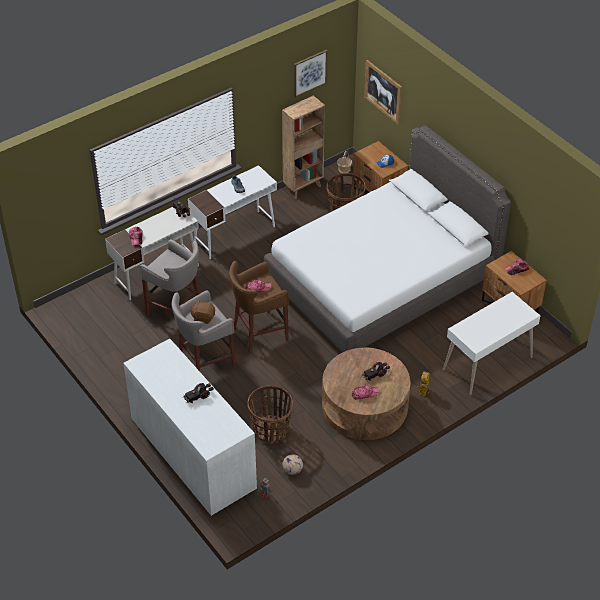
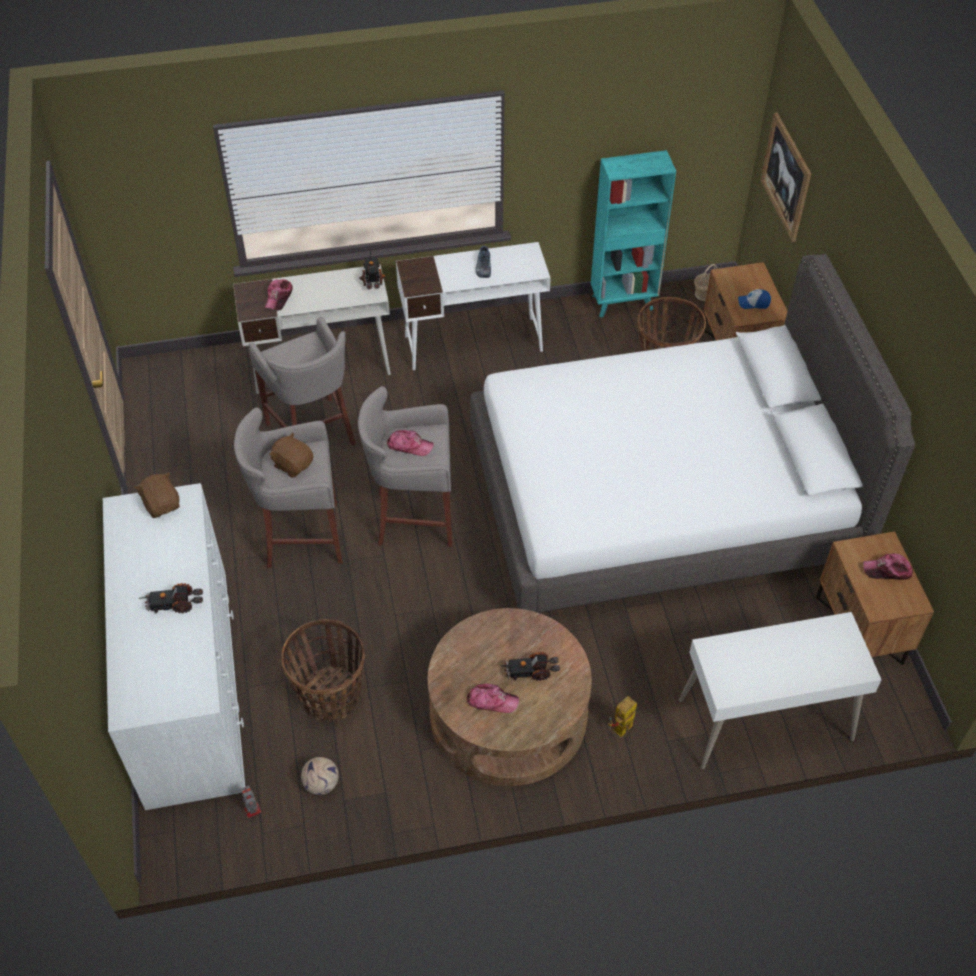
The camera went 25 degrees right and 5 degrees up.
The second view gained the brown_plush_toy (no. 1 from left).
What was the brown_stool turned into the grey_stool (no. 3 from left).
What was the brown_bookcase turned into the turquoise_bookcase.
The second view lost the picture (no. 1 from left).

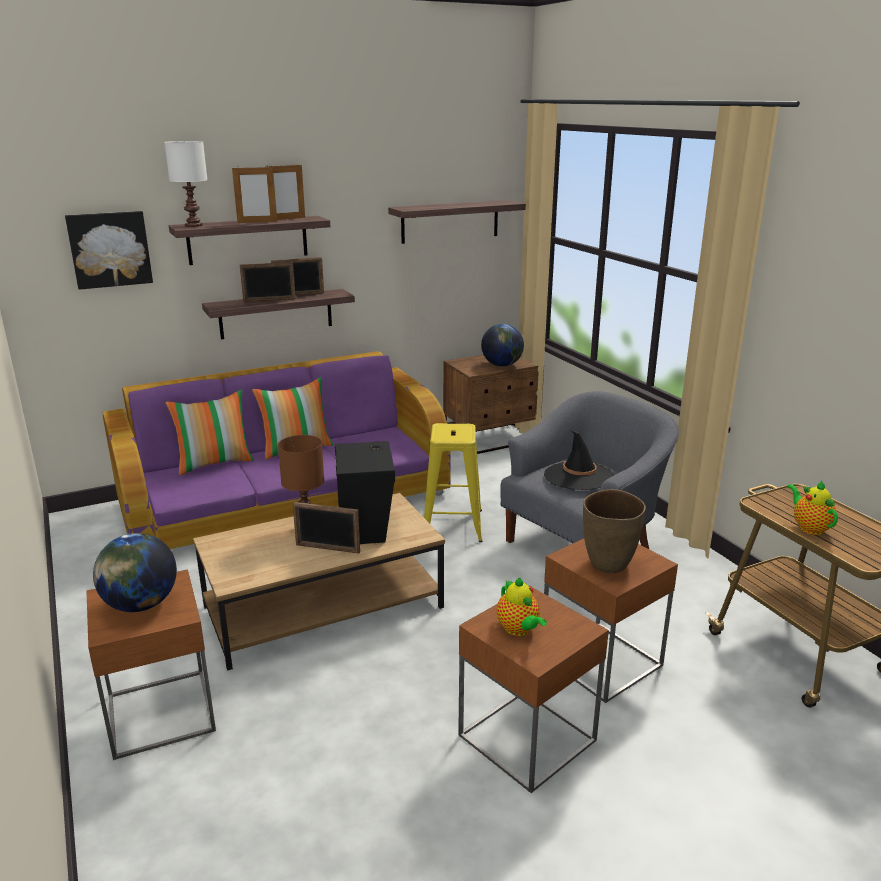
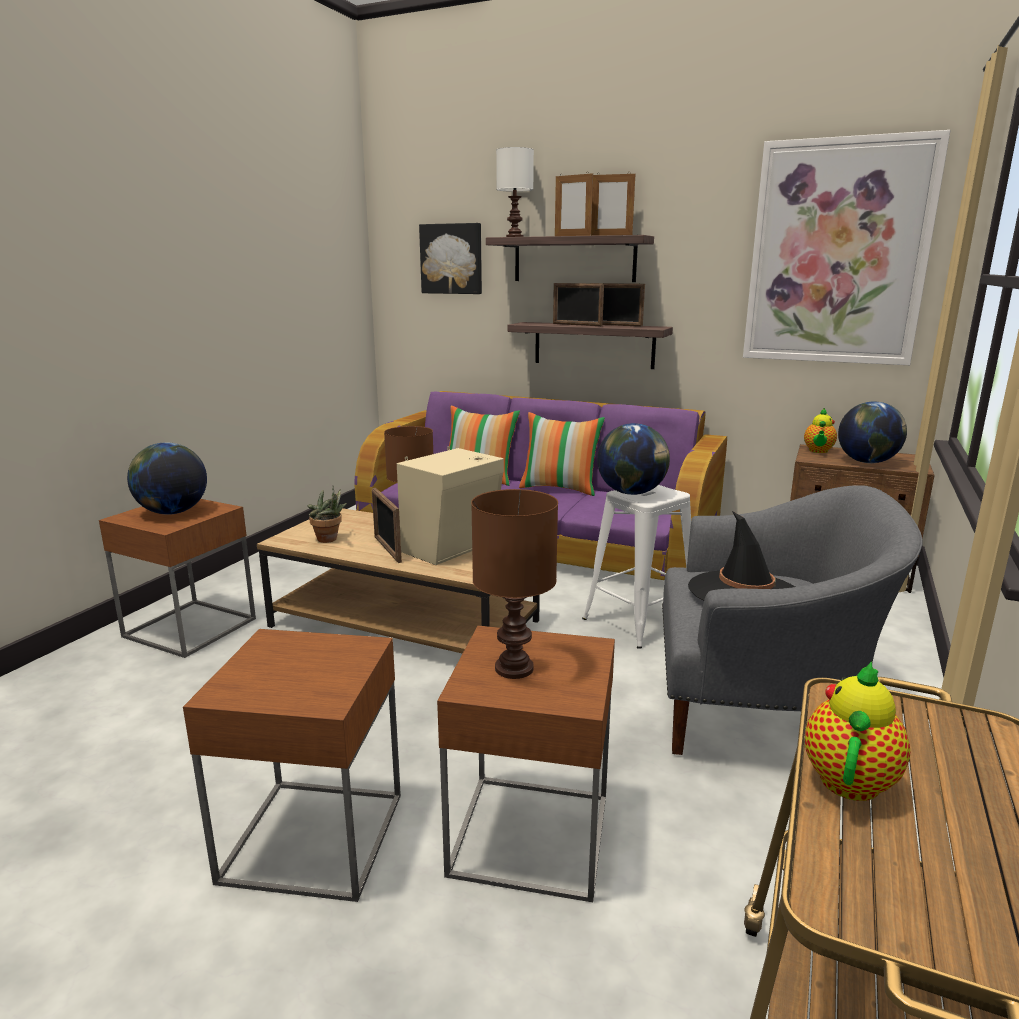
The camera went 50 degrees right and 5 degrees down.
The second view gained the potted_plant.
What was the black_speaker turned into the beige_speaker.
Where the brown_vase stood, the brown_table_lamp (no. 2 from left) came to stand.
What was the yellow_stool turned into the white_stool.
The second view gained the globe (no. 2 from left).
Where the shelf (no. 3 from left) hung, the picture (no. 2 from left) came to hang.
The teapot (no. 1 from left) ended up elsewhere.

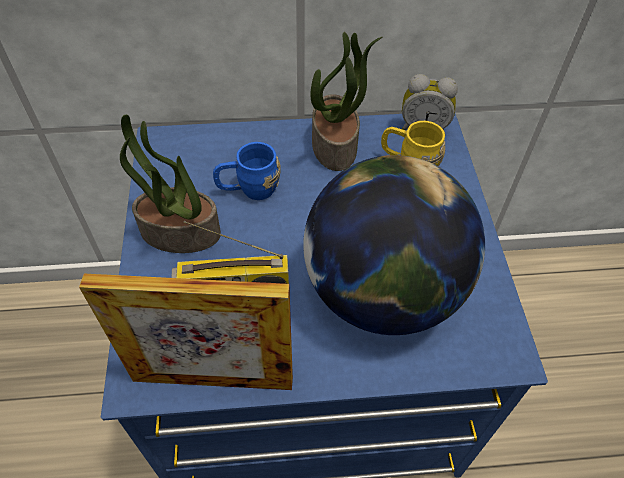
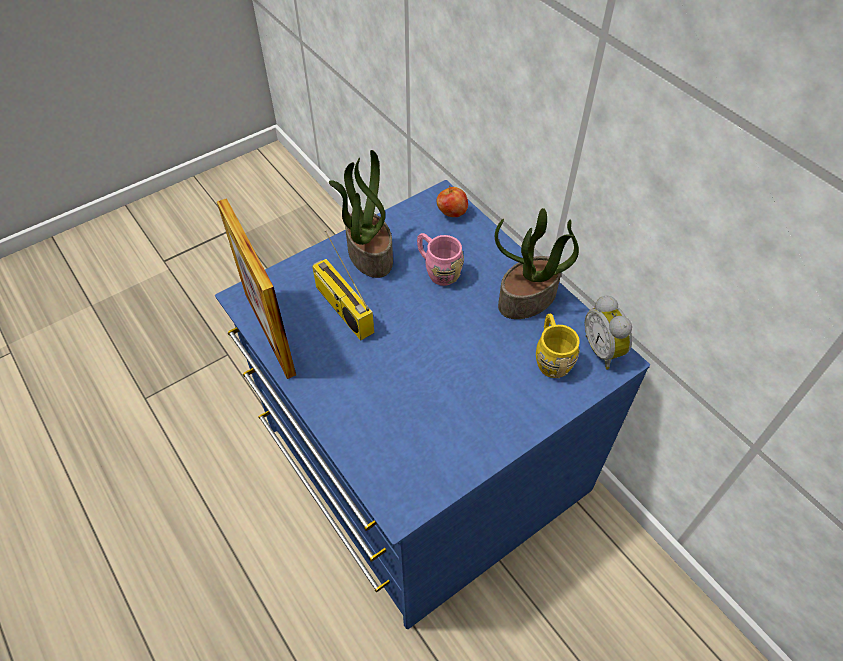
The camera went 60 degrees right and 0 degrees up.
What was the blue_mug turned into the pink_mug.
The second view gained the apple.
The second view lost the globe.

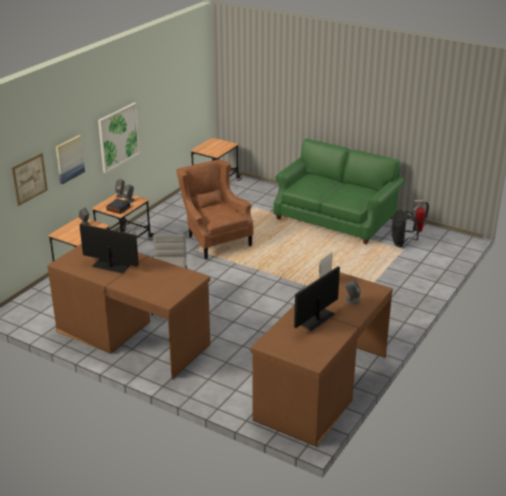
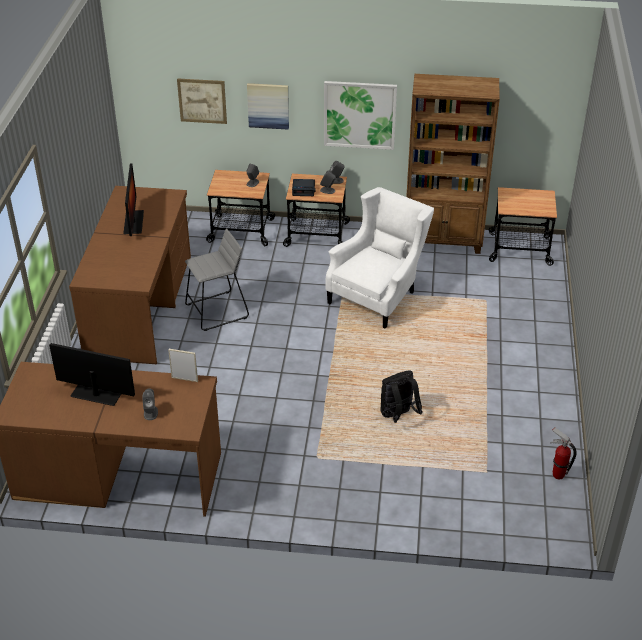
The camera went 65 degrees right and 10 degrees up.
What was the brown_armchair turned into the white_armchair.
The black_backpack ended up elsewhere.
The second view gained the brown_bookcase.
The second view lost the green_sofa.

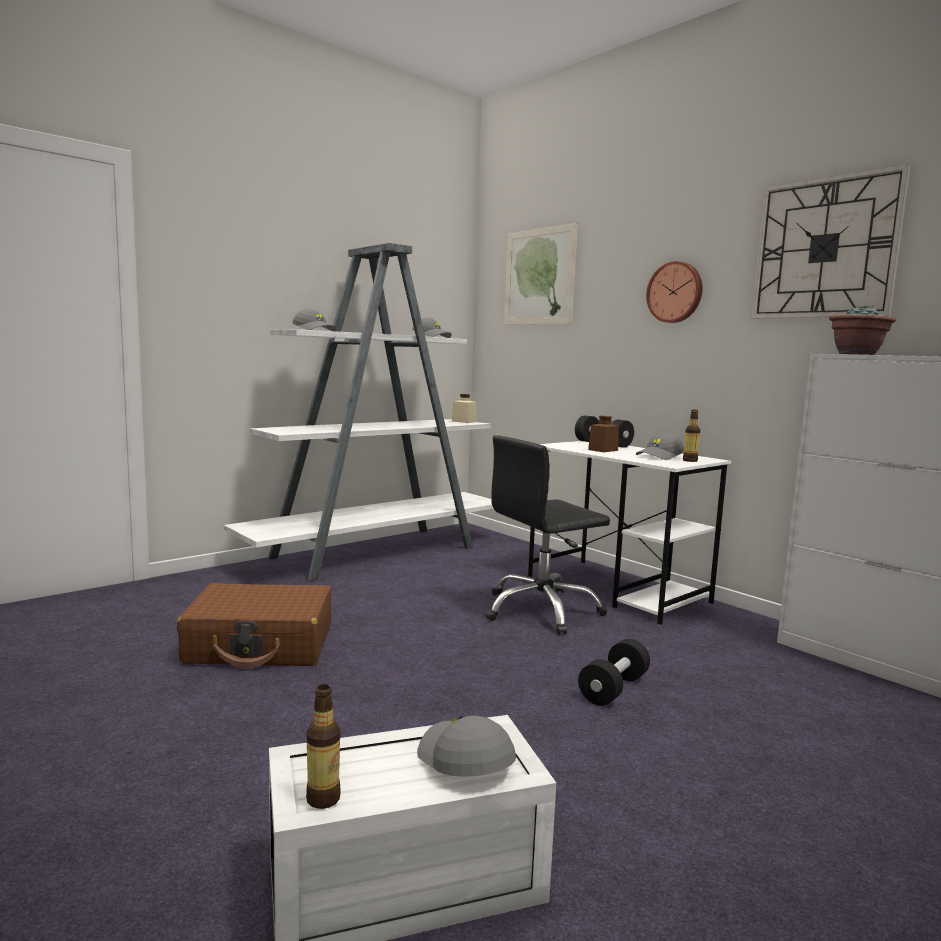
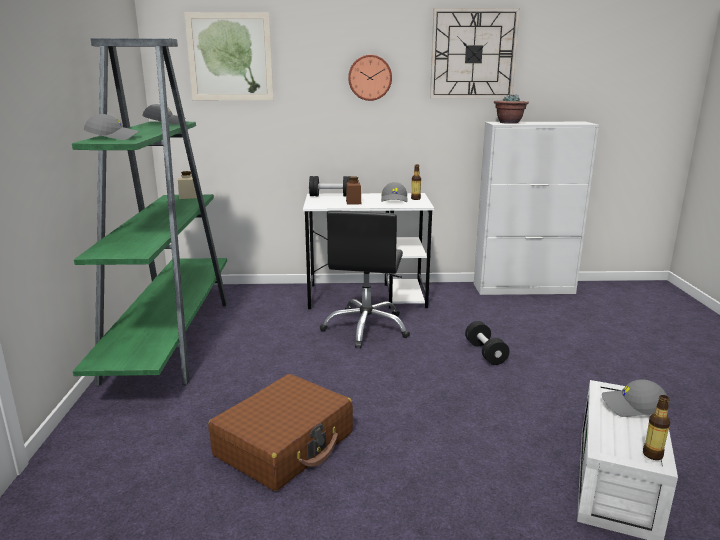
The camera went 50 degrees left and 10 degrees up.
What was the white_bookcase turned into the green_bookcase.

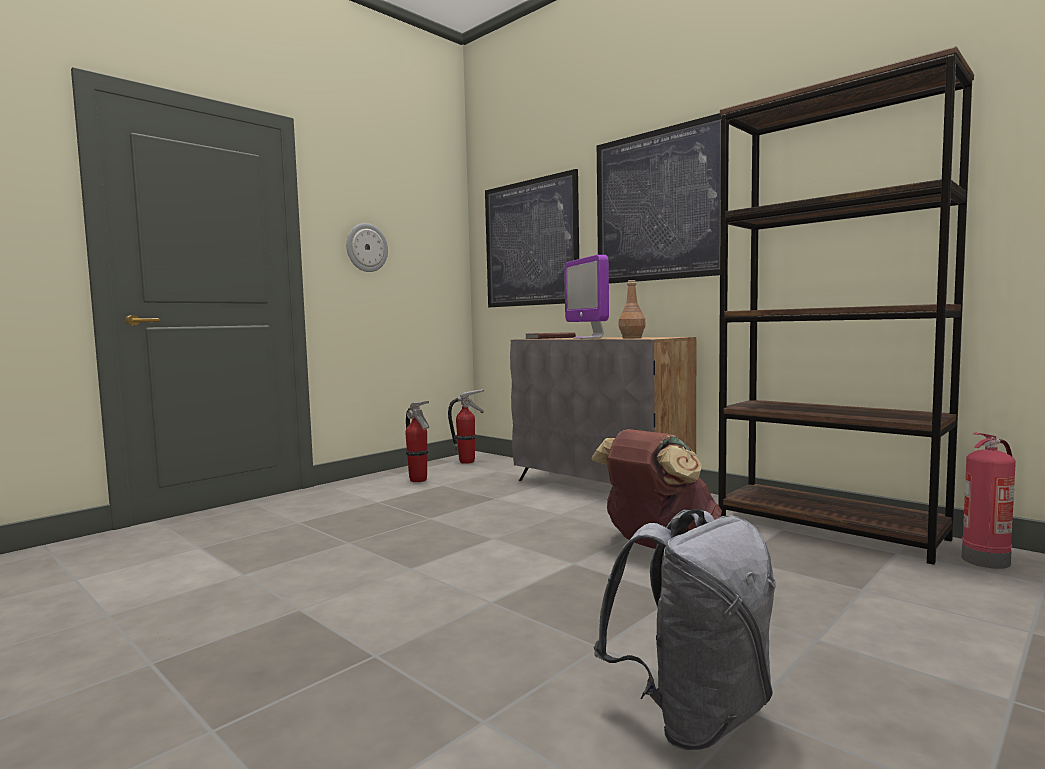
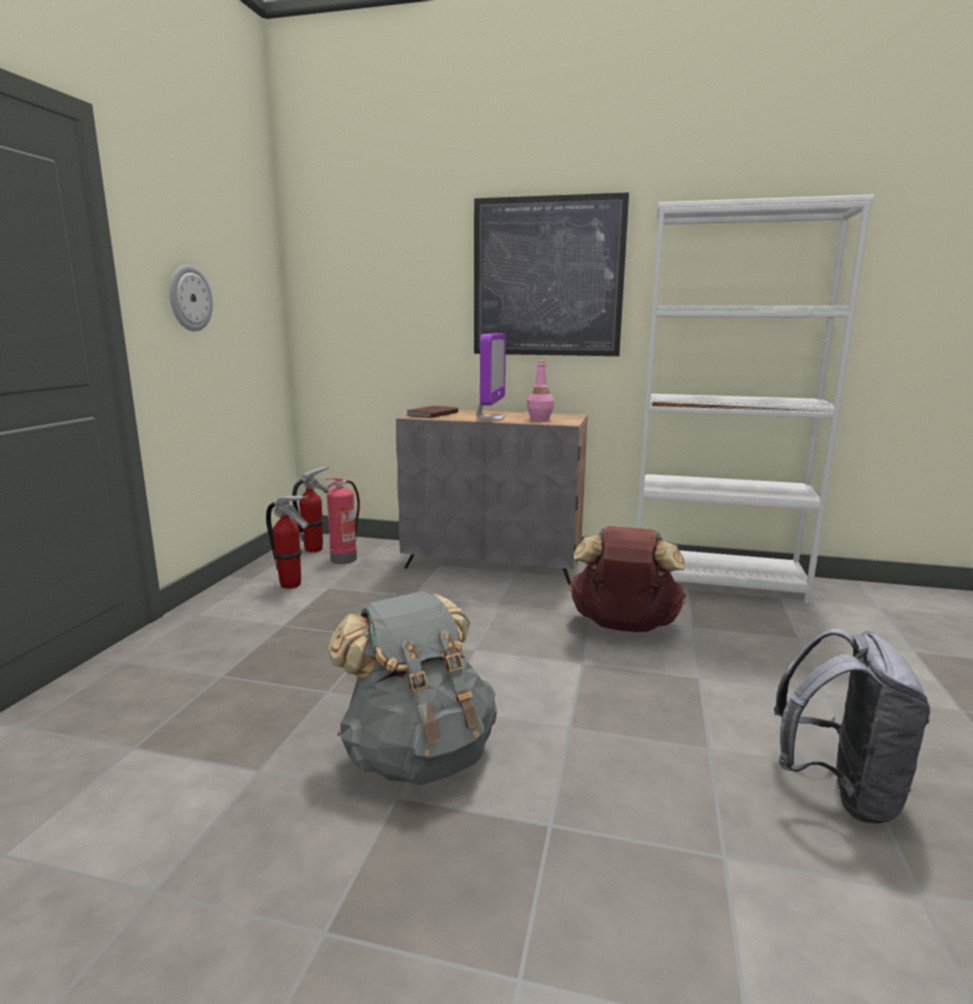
The camera went 30 degrees left and 10 degrees up.
The fire_extinguisher (no. 3 from left) ended up elsewhere.
The second view gained the grey_backpack (no. 1 from left).
The monitor ended up facing another way, 120 degrees counterclockwise from before.
What was the brown_bottle turned into the pink_bottle.
What was the brown_bookcase turned into the white_bookcase.
The second view lost the picture (no. 1 from left).

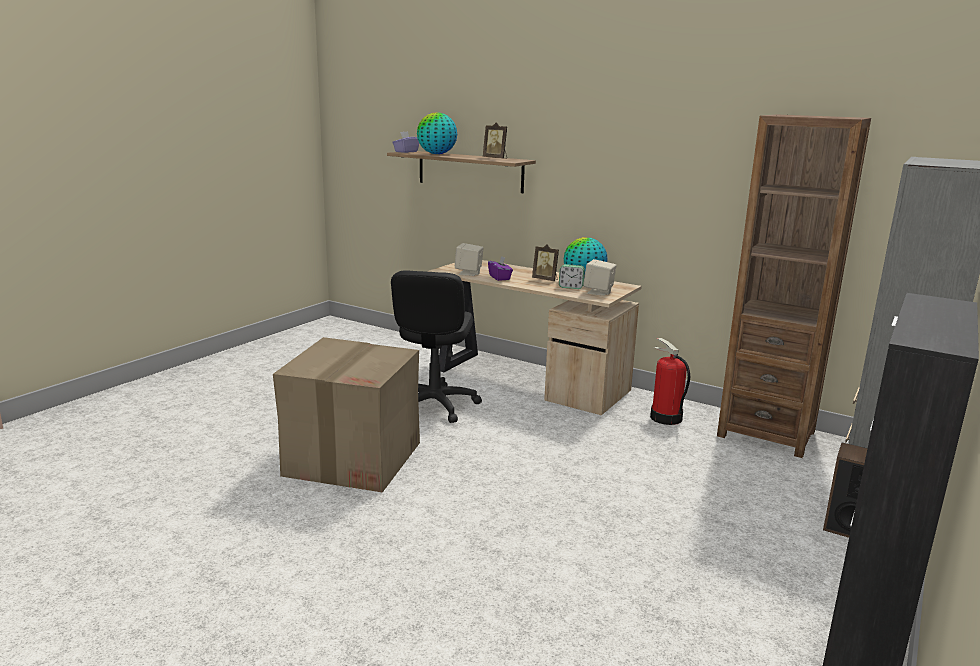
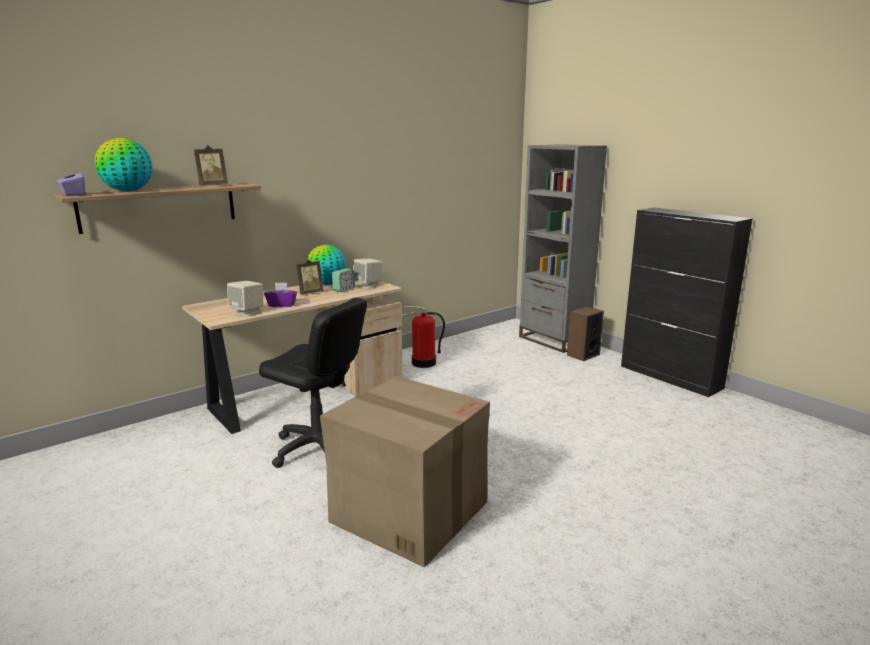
The camera went 70 degrees left and 0 degrees up.
The second view lost the brown_bookcase.

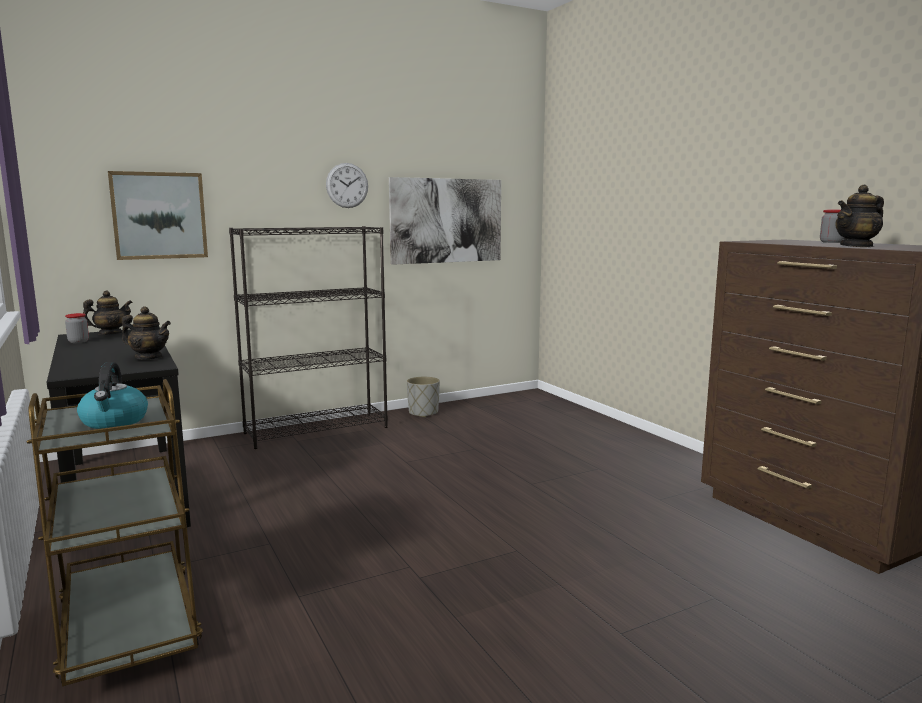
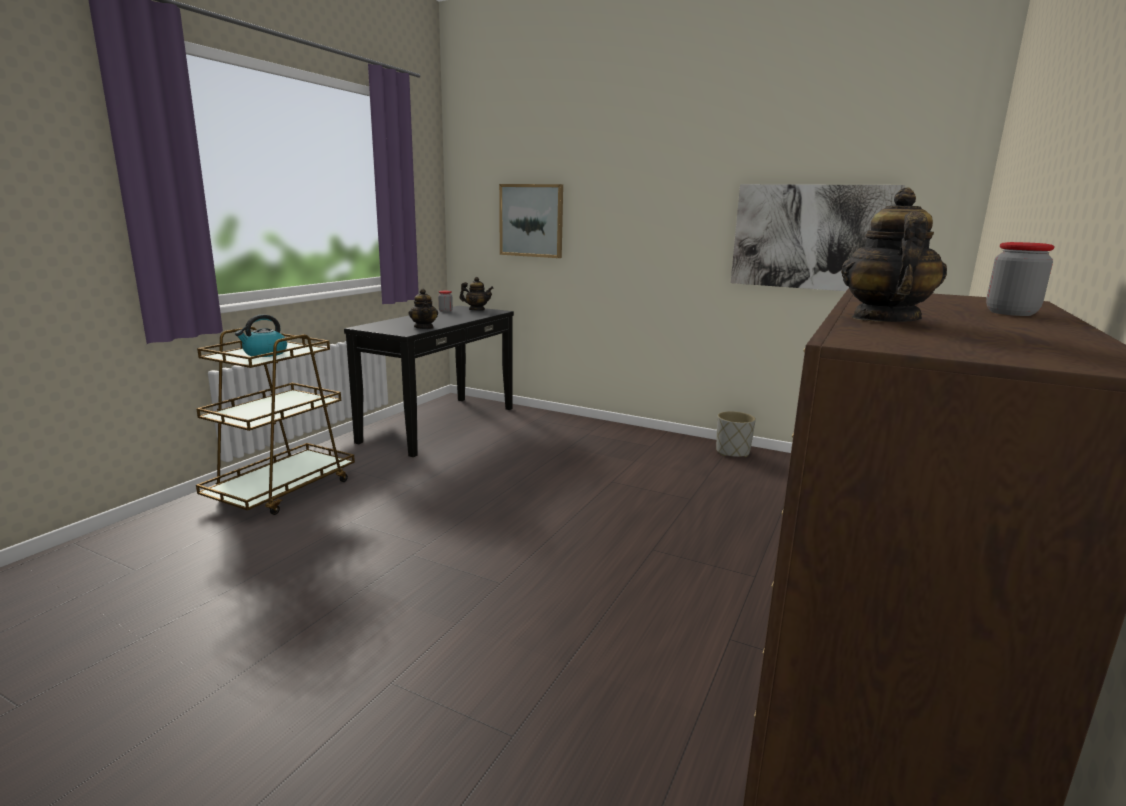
The camera went 55 degrees right and 5 degrees up.
The teapot (no. 3 from left) ended up facing another way, 75 degrees clockwise from before.
The second view lost the black_bookcase.
The second view lost the wall_clock.

